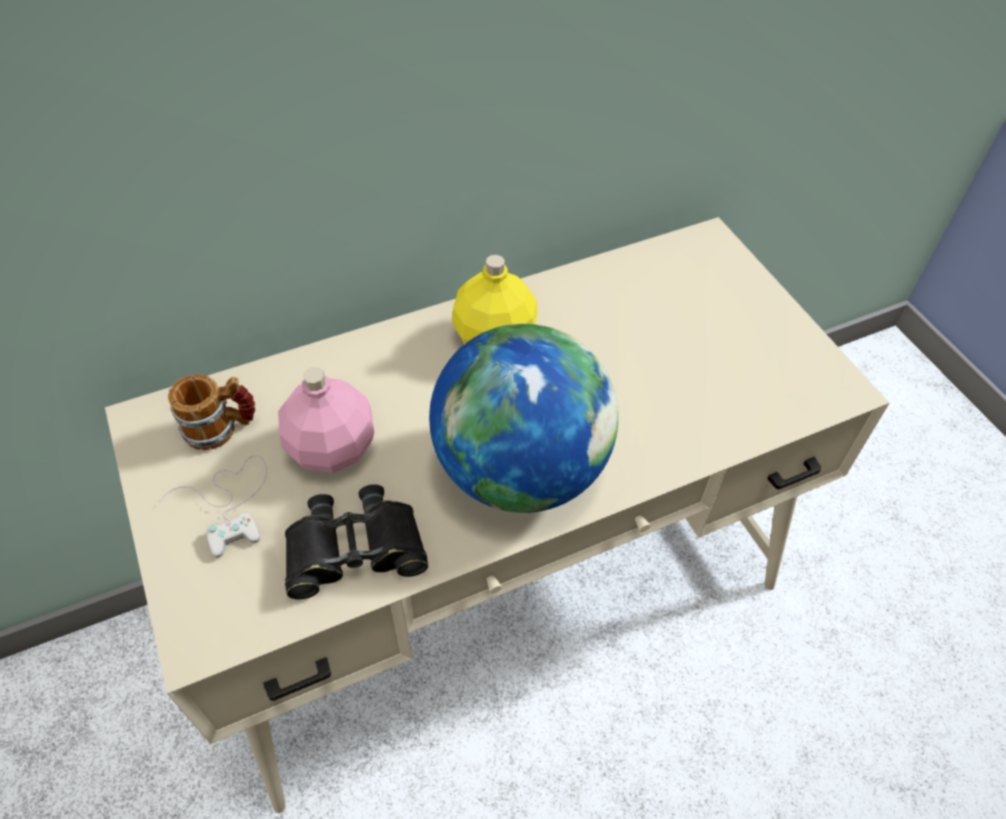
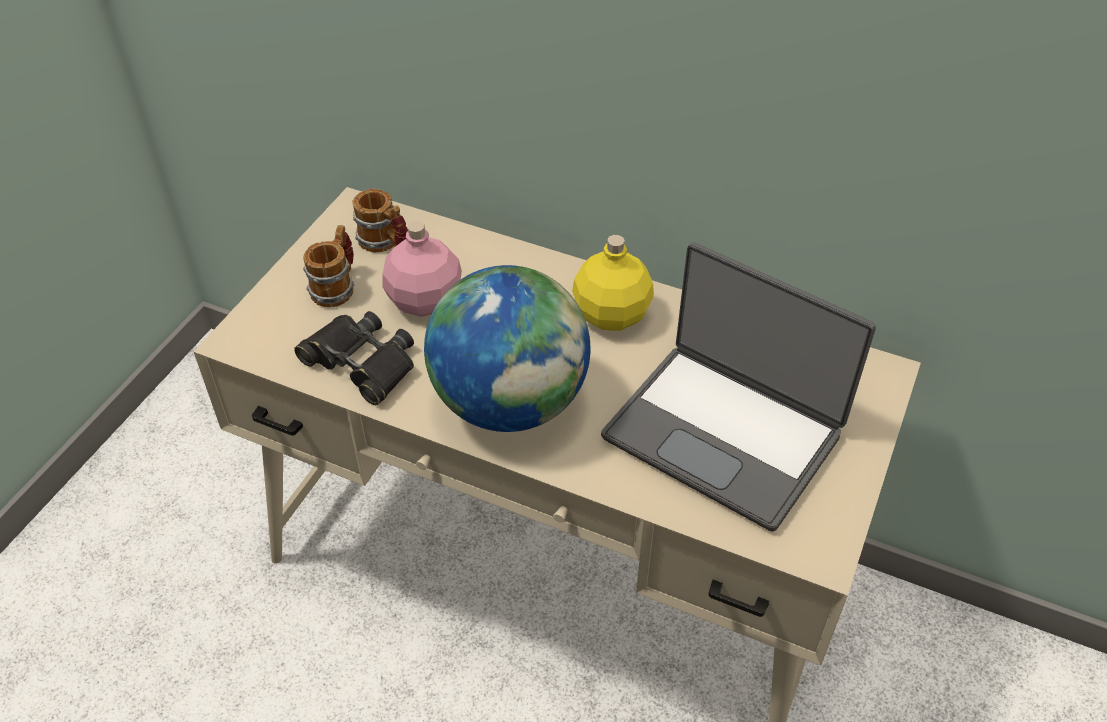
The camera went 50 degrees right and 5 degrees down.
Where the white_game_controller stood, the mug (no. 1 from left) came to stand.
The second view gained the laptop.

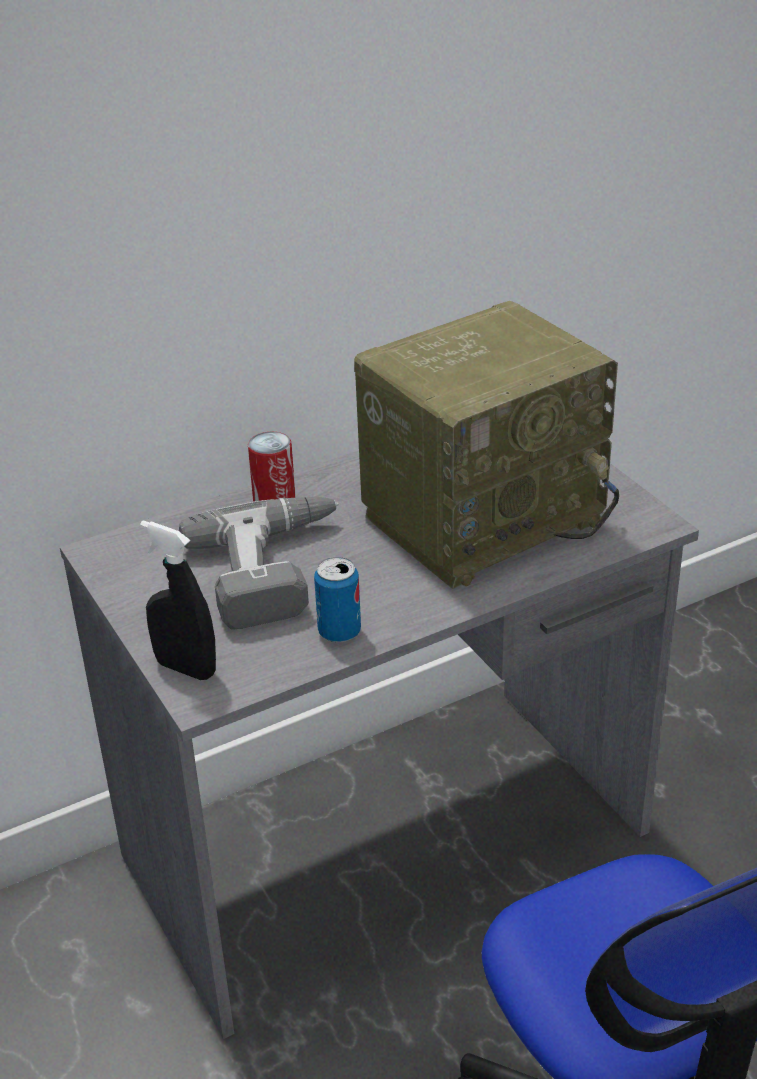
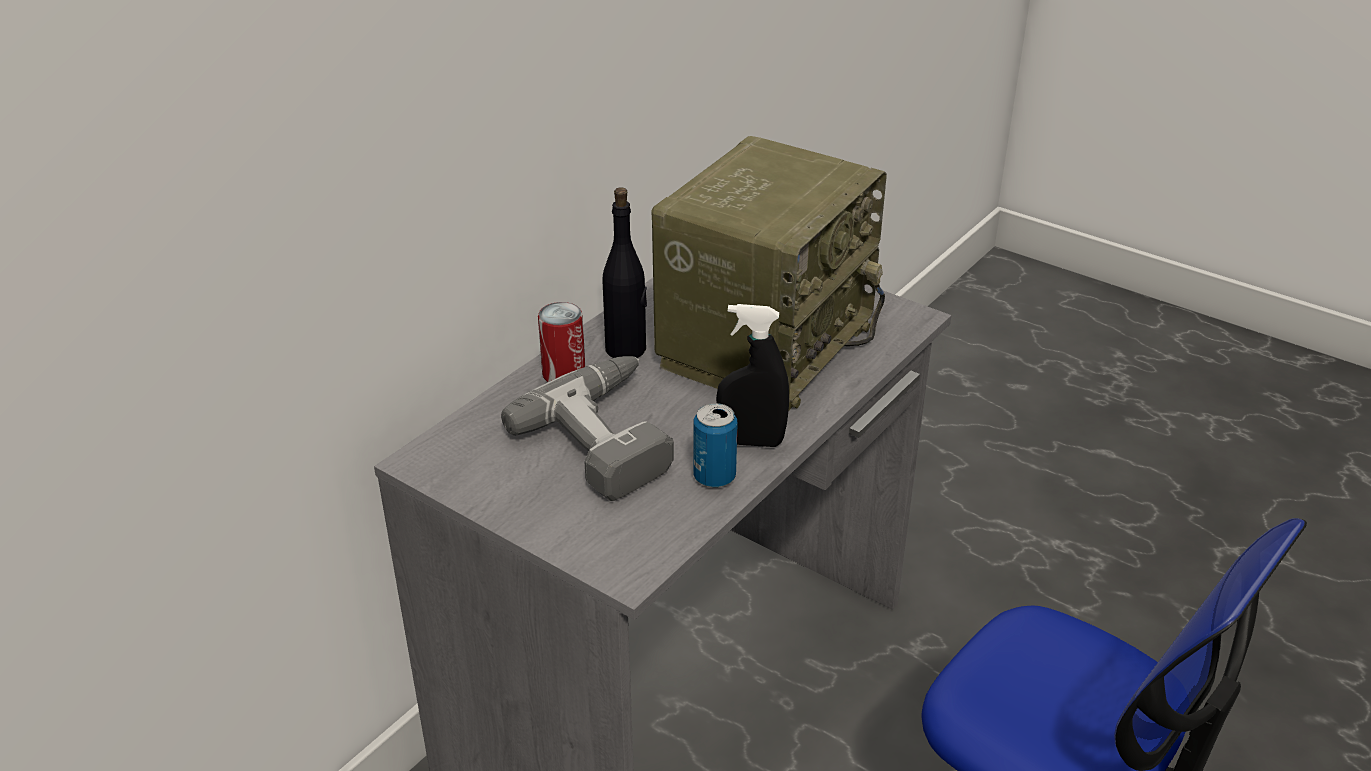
The camera went 25 degrees left and 0 degrees up.
The second view gained the black_bottle.
The black_spray_bottle ended up elsewhere.

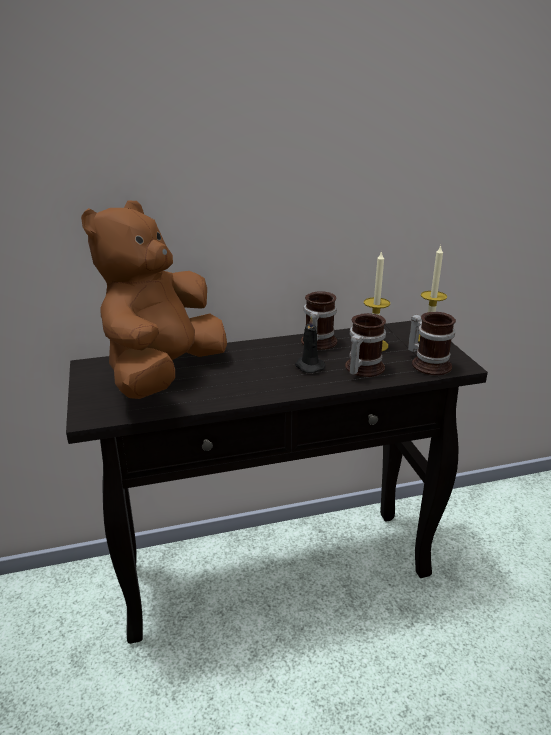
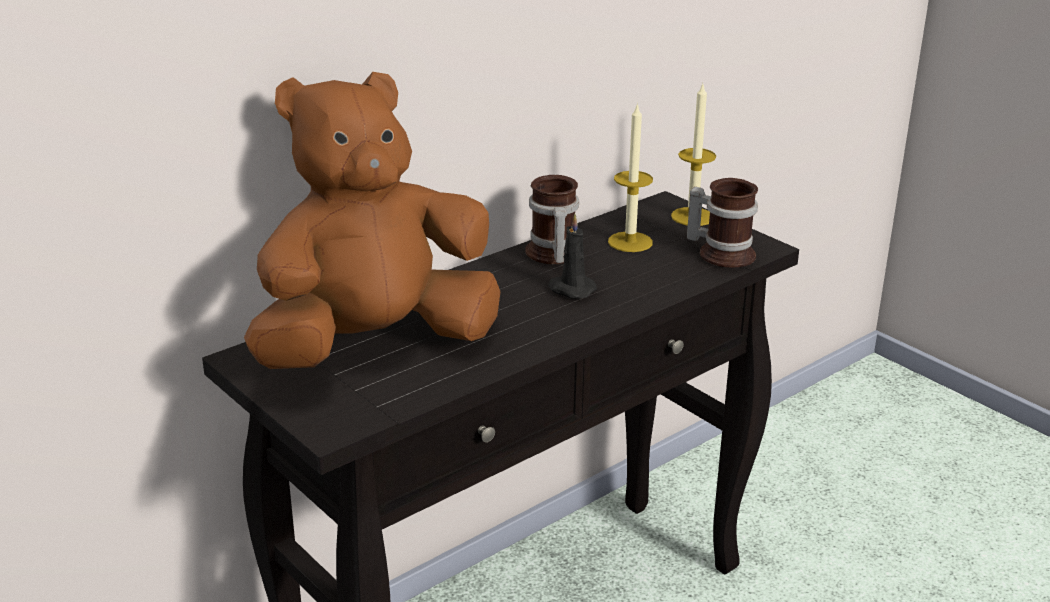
The camera went 25 degrees left and 0 degrees up.
The brown_plush_toy ended up facing another way, 60 degrees clockwise from before.
The second view lost the mug (no. 2 from left).

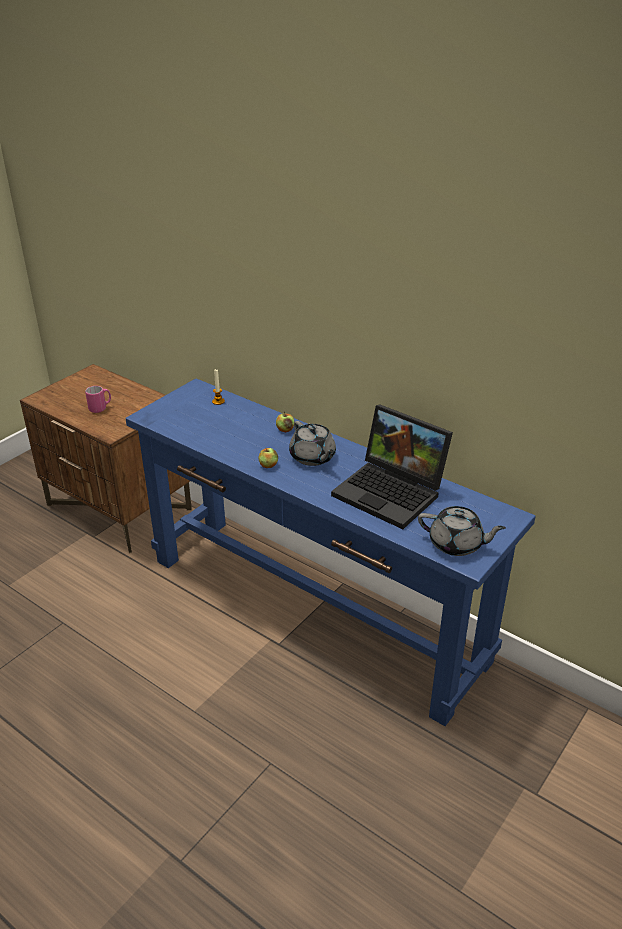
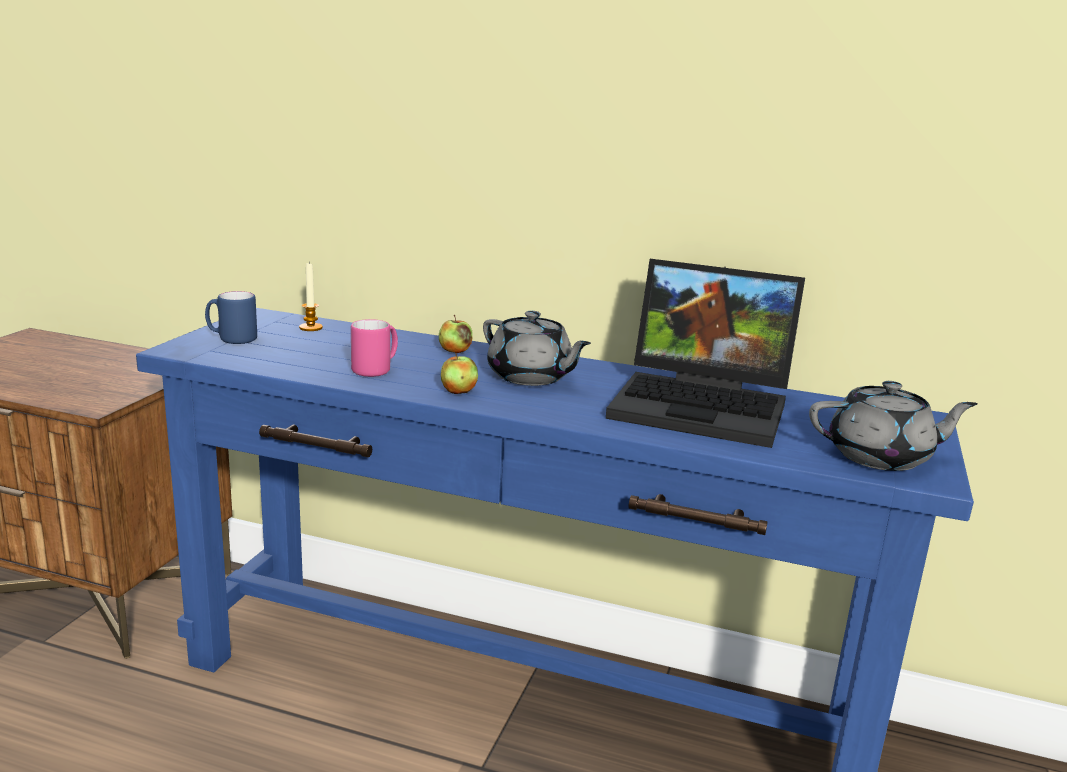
The camera went 20 degrees left and 15 degrees down.
The second view gained the blue_mug.
The pink_mug ended up elsewhere.

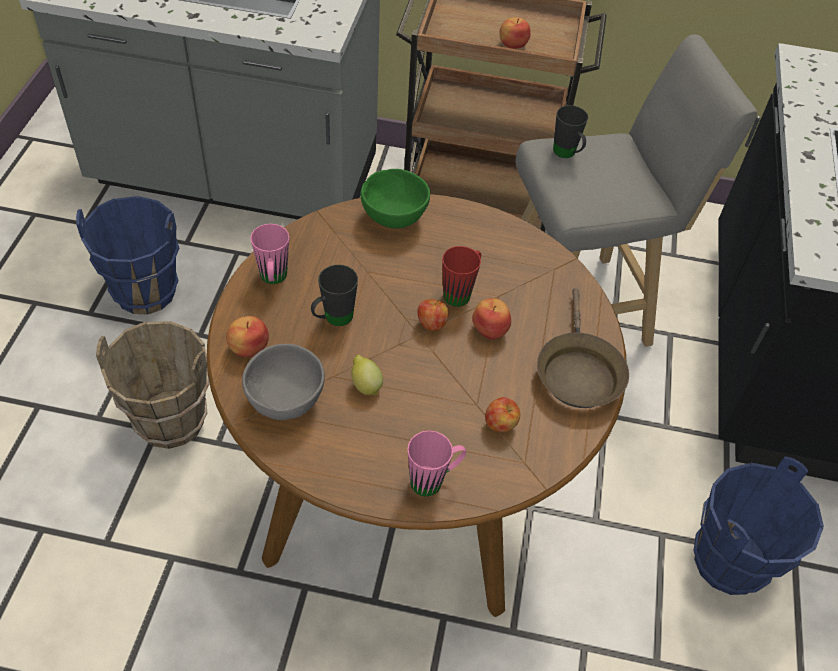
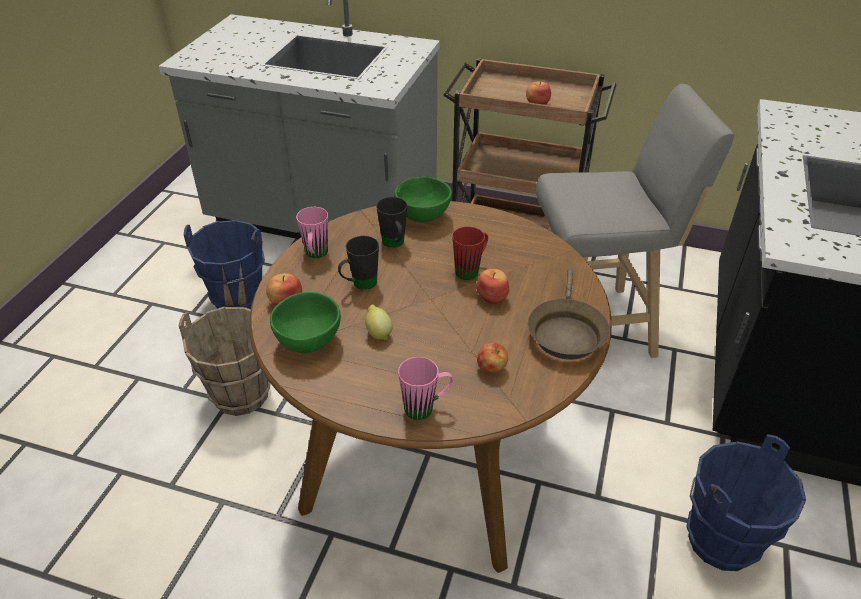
The camera went 10 degrees right and 10 degrees down.
What was the grey_bowl turned into the green_bowl (no. 1 from left).
The black_mug (no. 2 from left) ended up elsewhere.
The second view lost the apple (no. 2 from left).

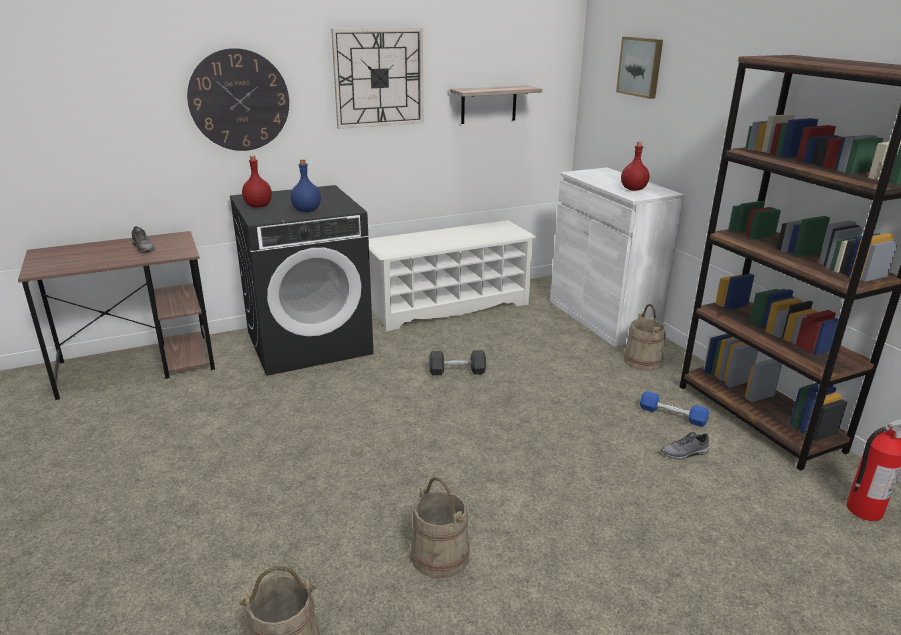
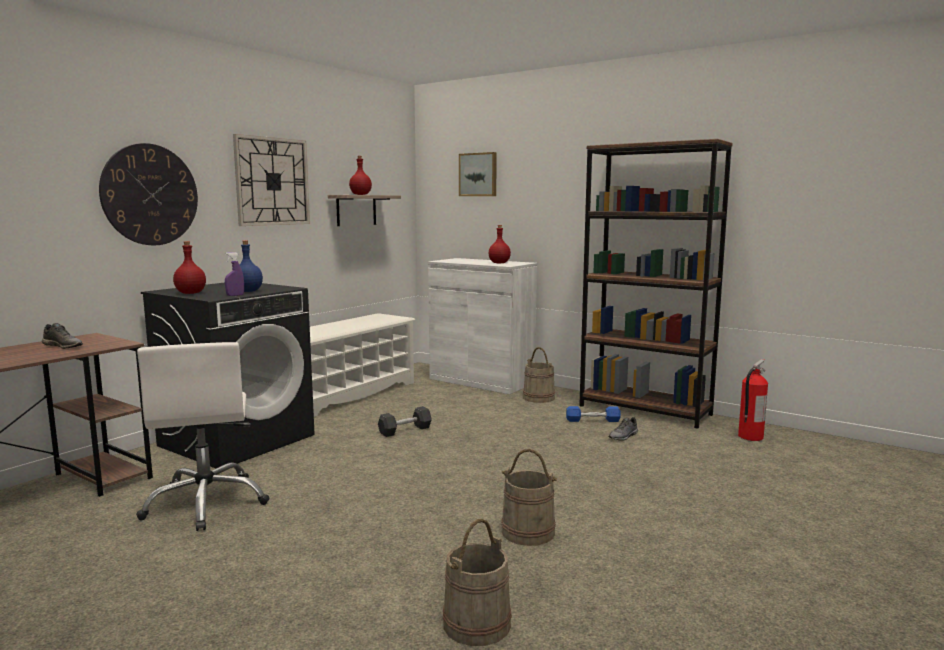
The camera went 30 degrees left and 15 degrees down.
The second view gained the white_office_chair.
The second view gained the purple_spray_bottle.
The second view gained the red_bottle (no. 2 from left).

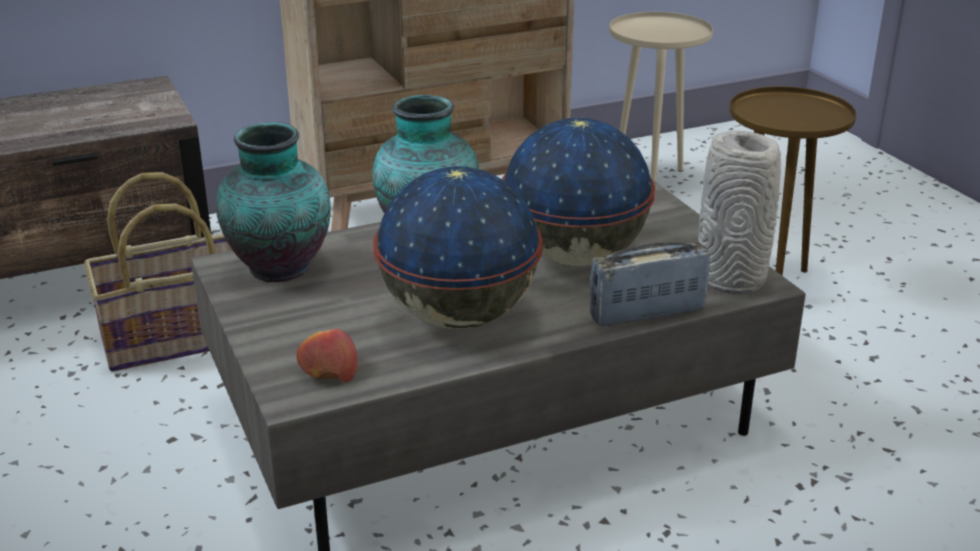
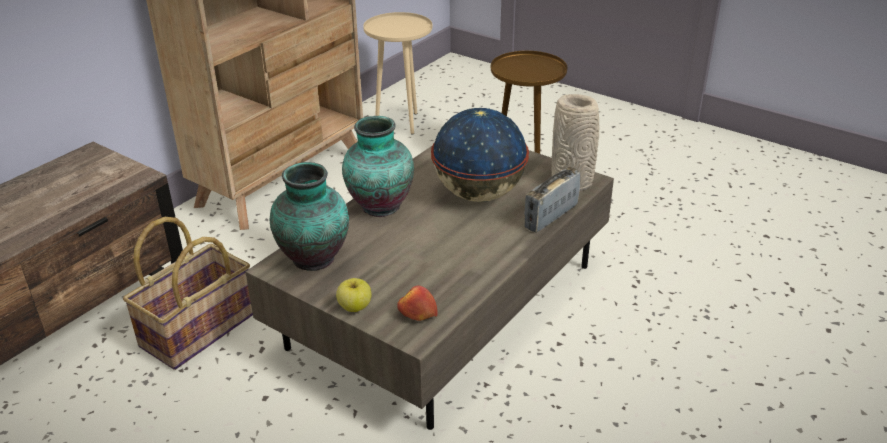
The camera went 30 degrees left and 5 degrees up.
The second view gained the apple (no. 1 from left).
The second view lost the globe (no. 1 from left).

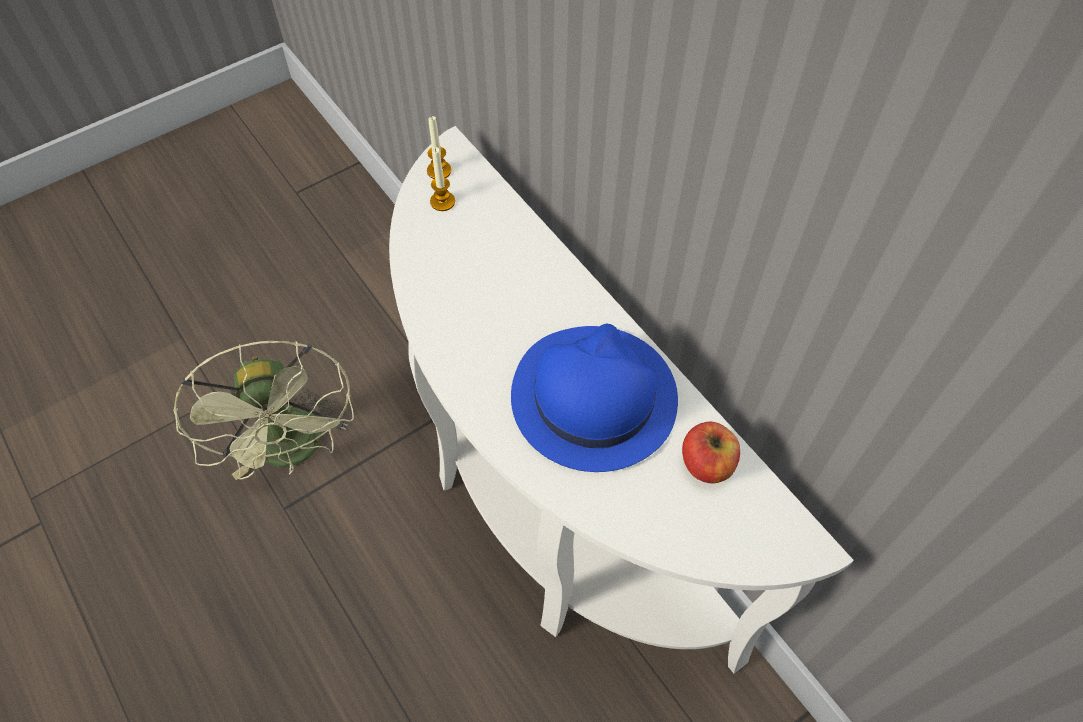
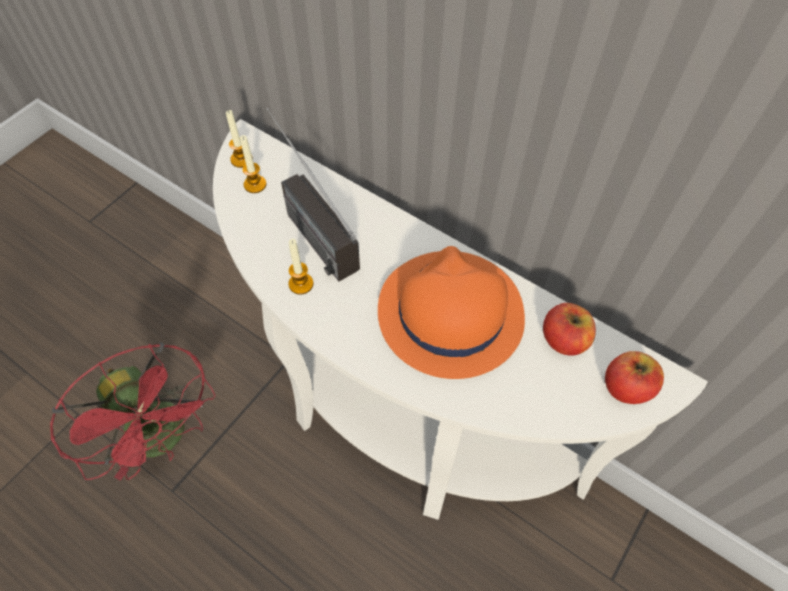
The camera went 20 degrees left and 0 degrees up.
What was the green_fan turned into the red_fan.
The second view gained the radio.
The second view gained the candle (no. 3 from left).
What was the blue_hat turned into the orange_hat.
The second view gained the apple (no. 2 from left).

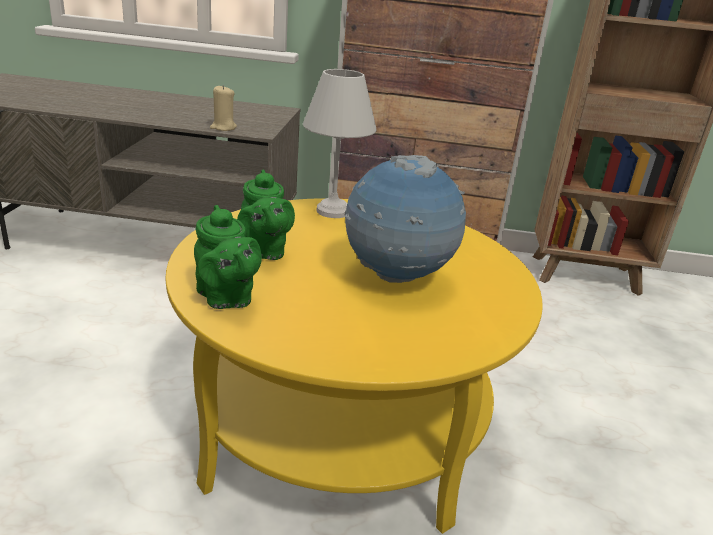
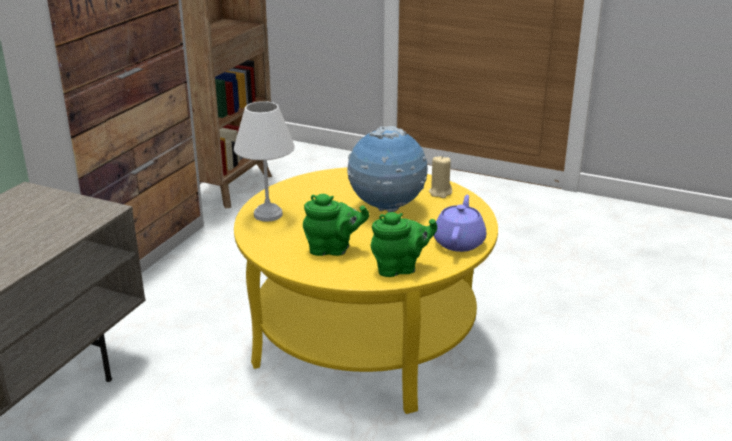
The camera went 70 degrees left and 0 degrees up.
The beige_candle ended up elsewhere.
The second view gained the purple_teapot.

